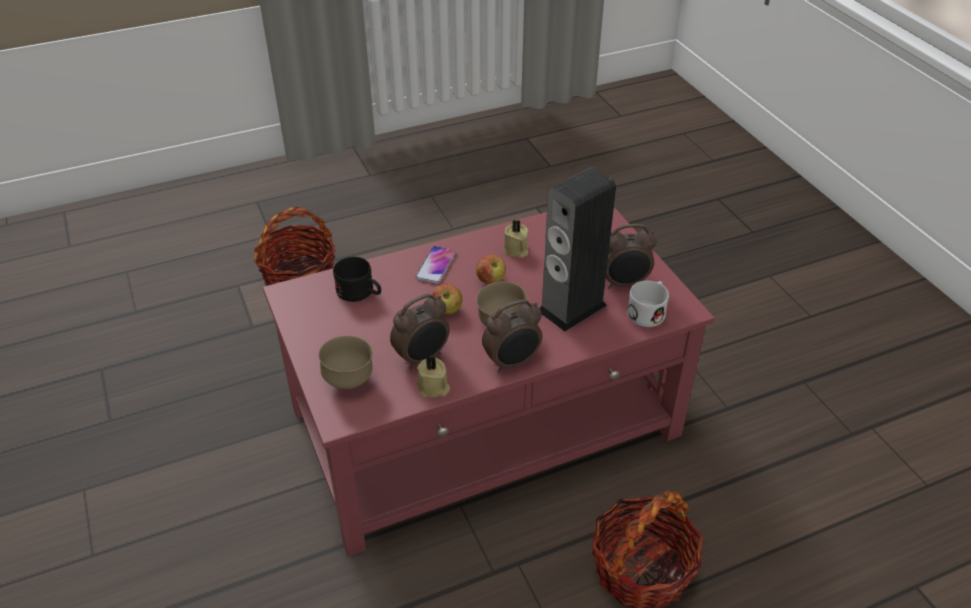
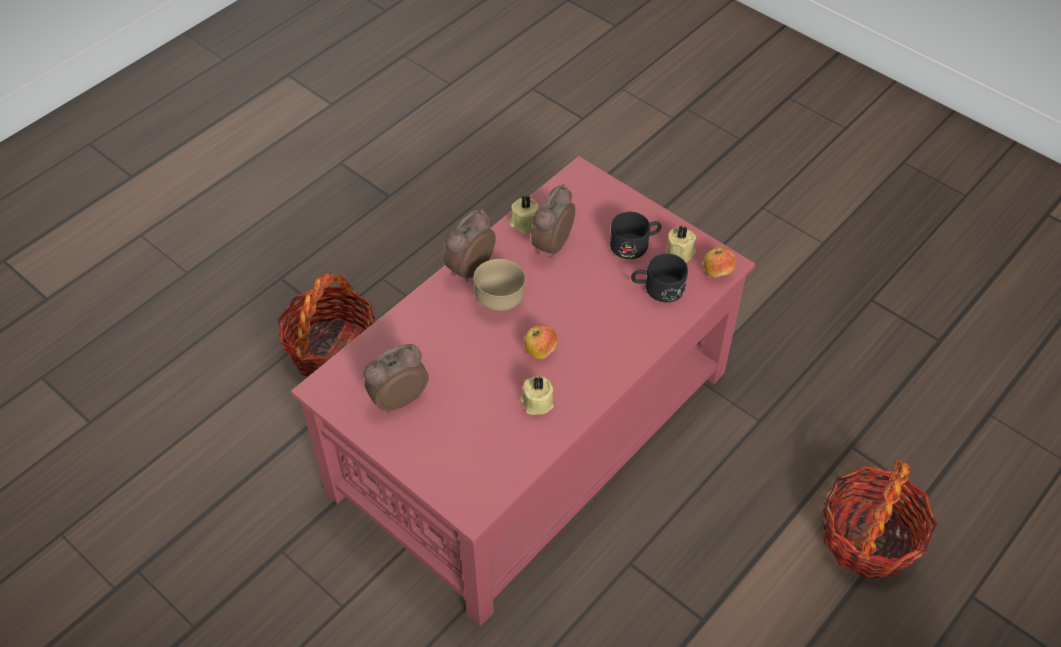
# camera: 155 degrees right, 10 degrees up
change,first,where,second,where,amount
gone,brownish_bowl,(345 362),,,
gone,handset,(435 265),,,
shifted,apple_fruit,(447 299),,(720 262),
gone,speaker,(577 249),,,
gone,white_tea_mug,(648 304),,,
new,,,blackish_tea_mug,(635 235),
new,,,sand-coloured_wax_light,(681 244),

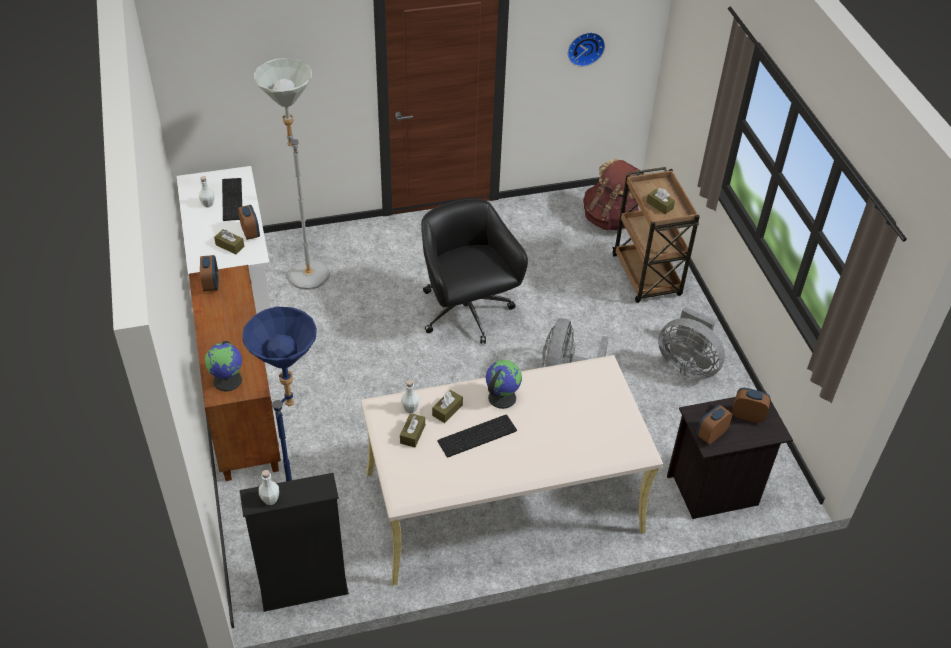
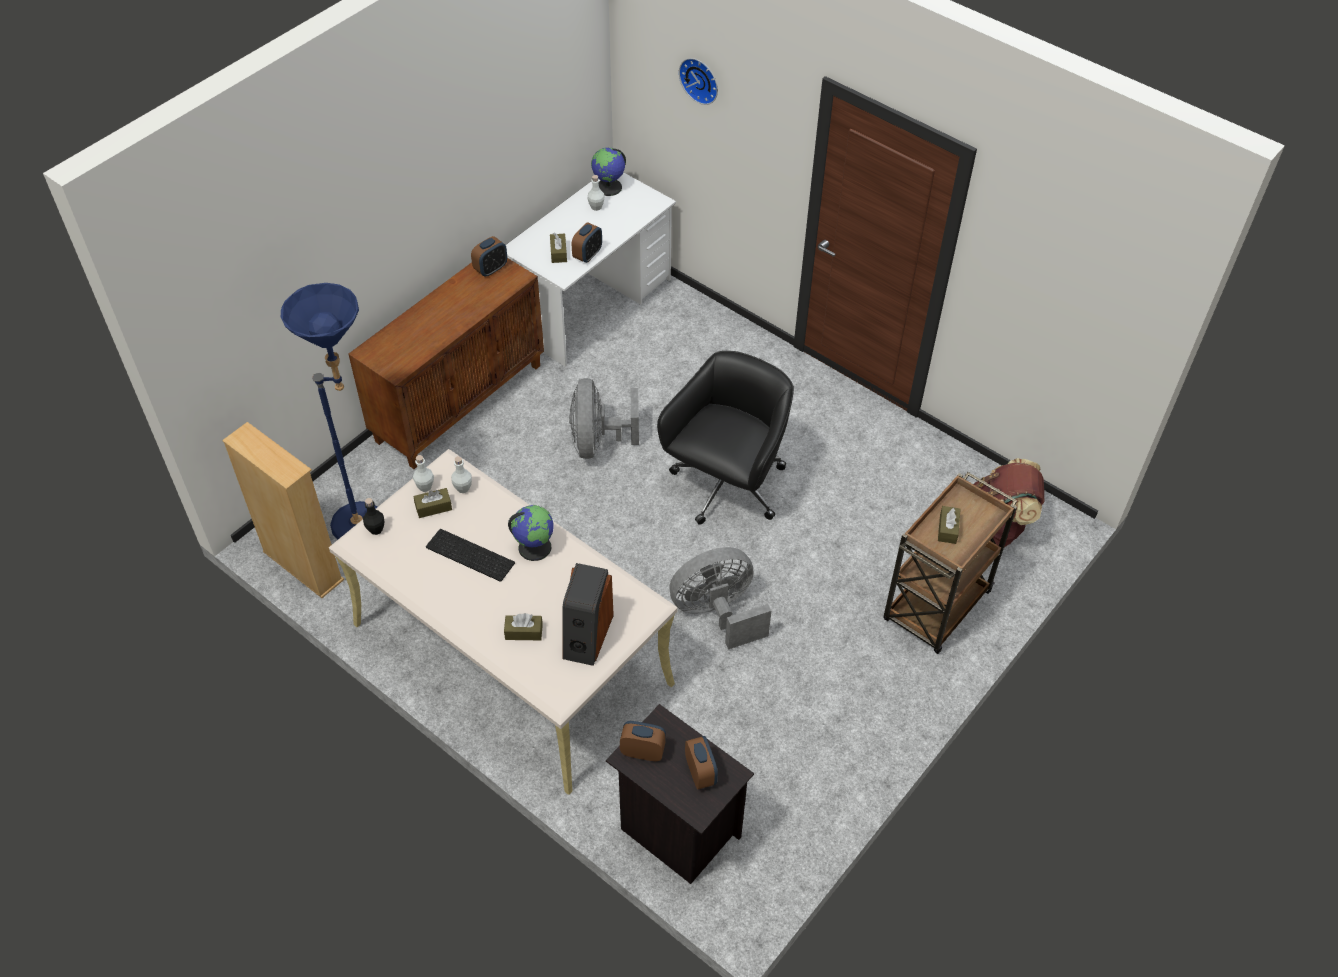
# camera: 55 degrees right, 5 degrees up
change,first,where,second,where,amount
shifted,desk_globe,(223 366),,(608 172),
gone,computer_keyboard,(232 199),,,
repainted,blackish_bookshelf,(294 542),sand-coloured_bookshelf,(283 510),
gone,greyish_floor_lamp,(292 174),,,
shifted,white_bottle,(269 487),,(423 473),
shifted,brownish_tissue_box,(447 406),,(523 626),
shifted,hanging_clock,(586 49),,(698 81),
shifted,greyish_cooling_fan,(691 343),,(604 418),
new,,,blackish_bottle,(373 516),
new,,,speaker,(588 614),

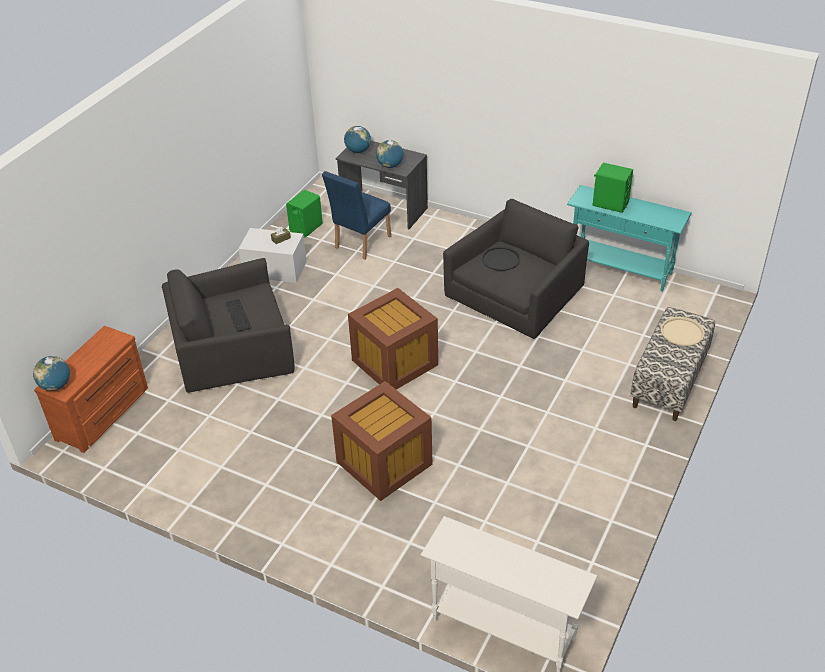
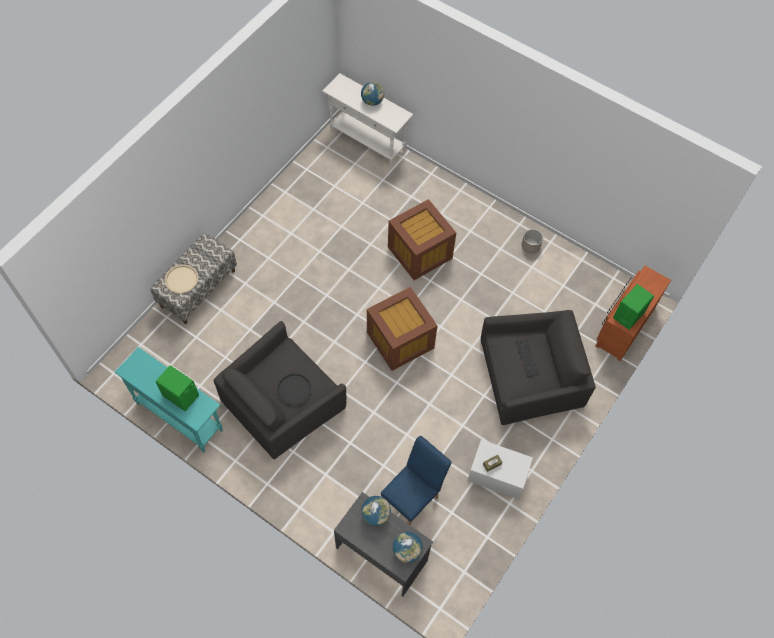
# camera: 175 degrees left, 20 degrees up
change,first,where,second,where,amount
shifted,desk_globe,(51 373),,(372 94),
shifted,green-coloured_speaker,(304 214),,(633 307),
new,,,planter,(532 241),

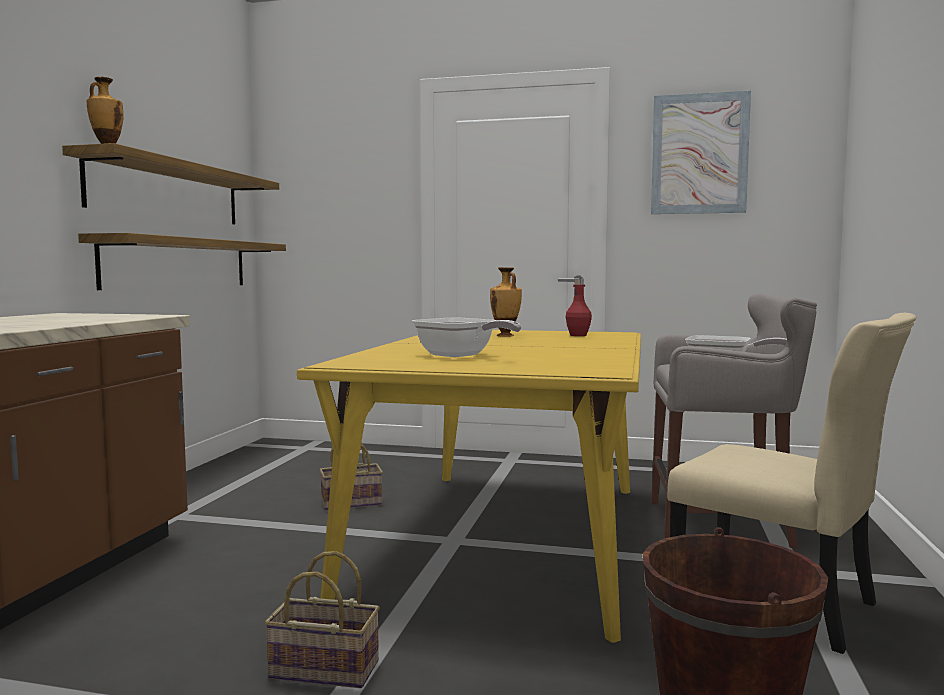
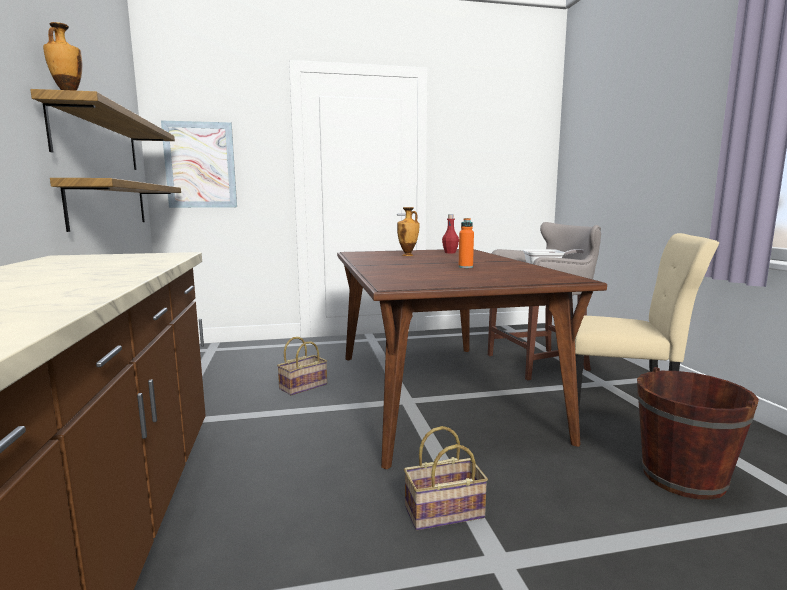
# camera: 25 degrees left, 5 degrees up
change,first,where,second,where,amount
repainted,yellow-coloured_kitchen_table,(469 486),brownish_kitchen_table,(472 359),
gone,pan,(467 338),,,
shifted,picture,(701 152),,(199 164),
new,,,orange-coloured_bottle,(466 243),

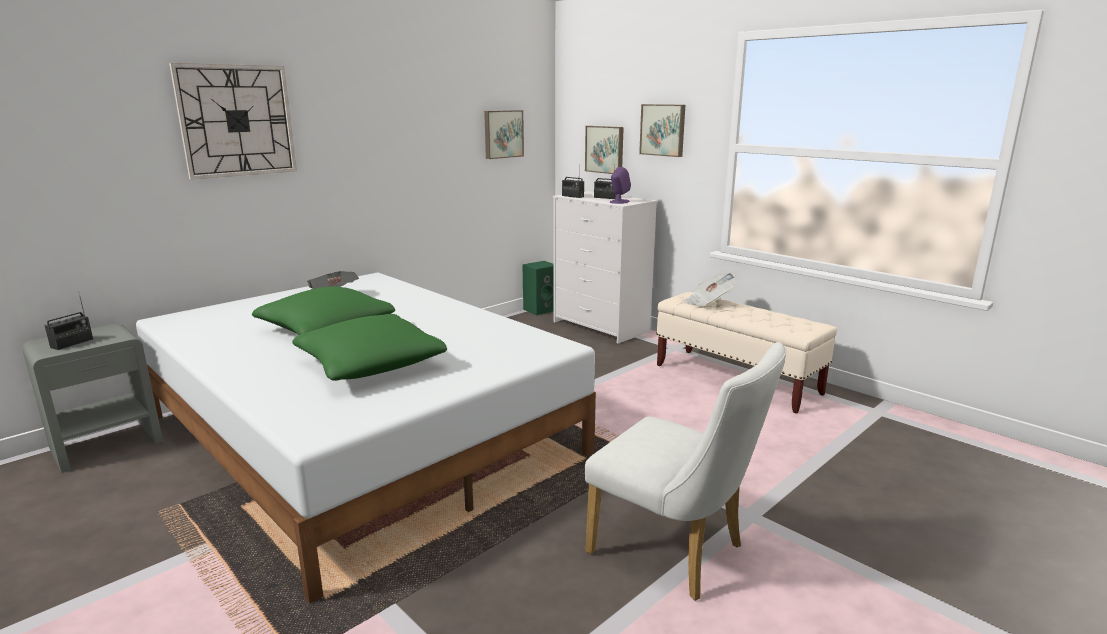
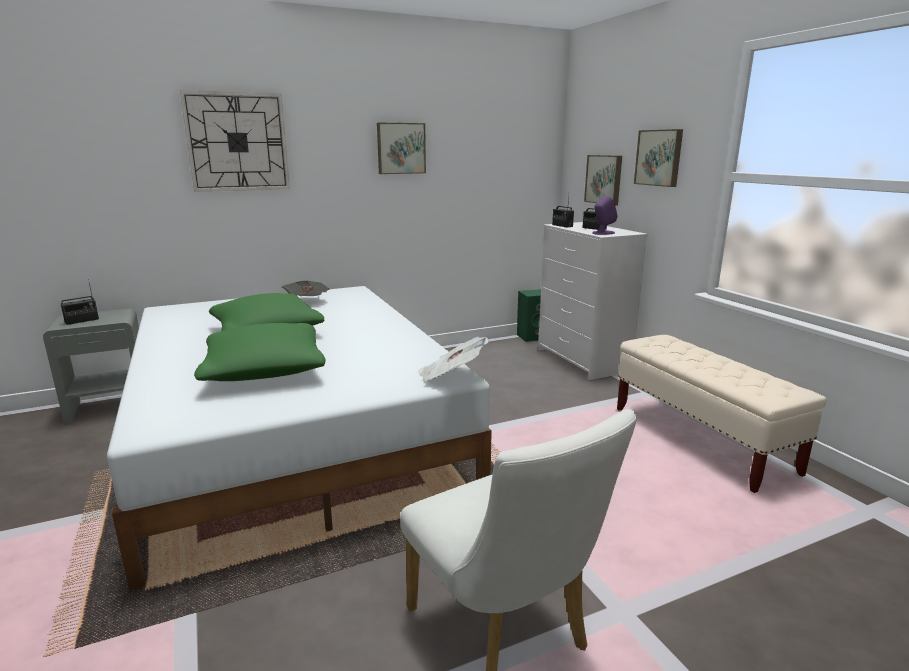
# camera: 20 degrees right, 0 degrees up
change,first,where,second,where,amount
shifted,picture,(504 134),,(401 148),
shifted,daily_paper,(710 290),,(453 359),

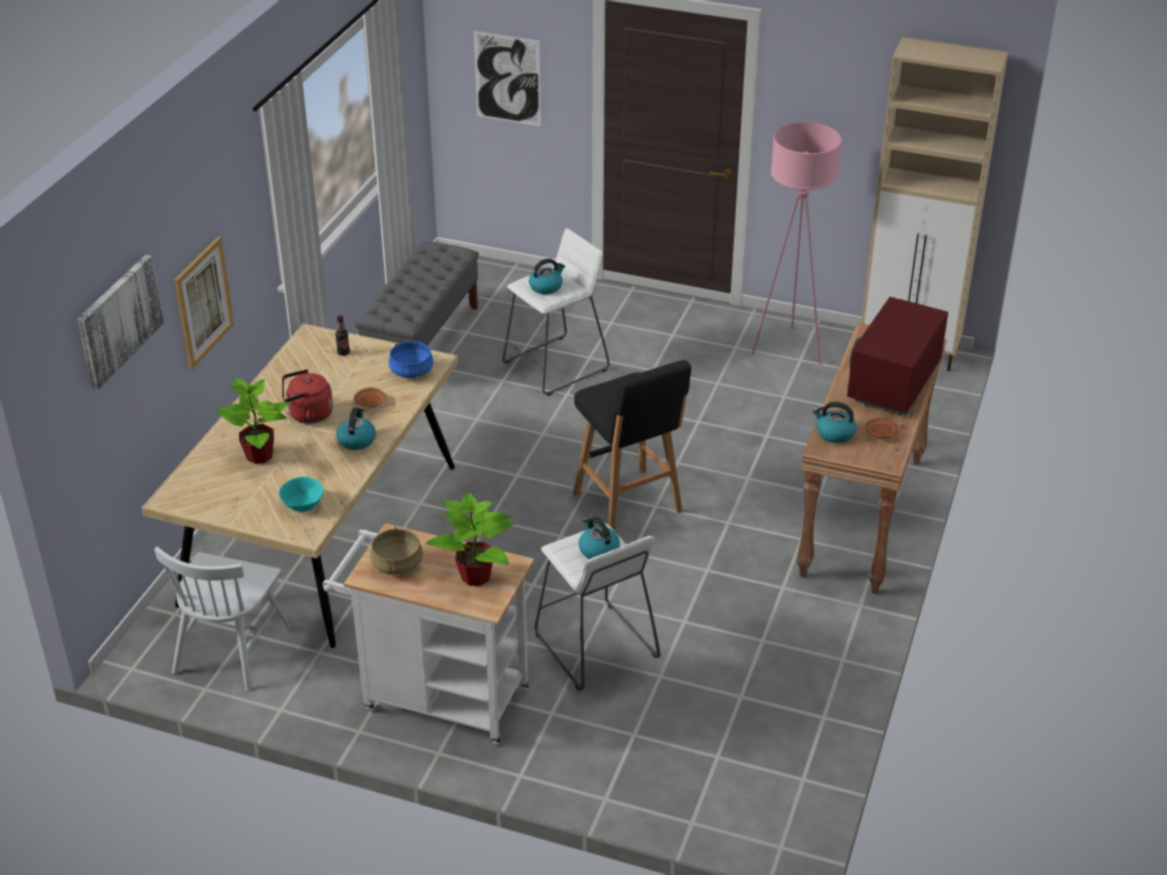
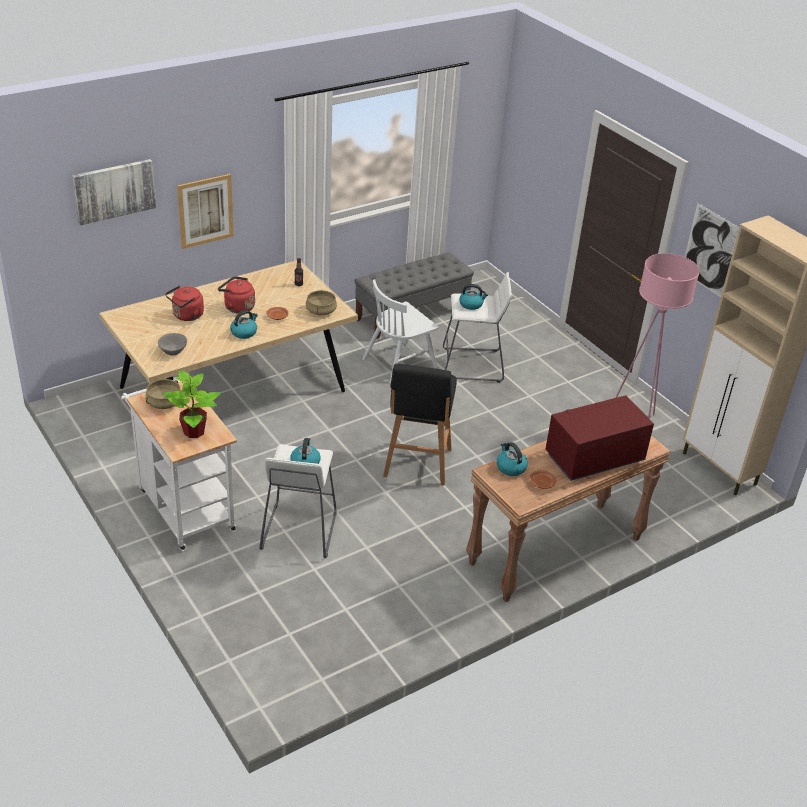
# camera: 35 degrees right, 0 degrees up
change,first,where,second,where,amount
shifted,white_chair,(222 618),,(400 331),
swapped,houseplant,(252 421),reddish_tea_kettle,(184 303),
repainted,turquoise_bowl,(301 494),greyish_bowl,(172 344),
repainted,blue-coloured_cooking_pot,(411 359),sand-coloured_cooking_pot,(321 302),
shifted,picture,(507 79),,(712 250),

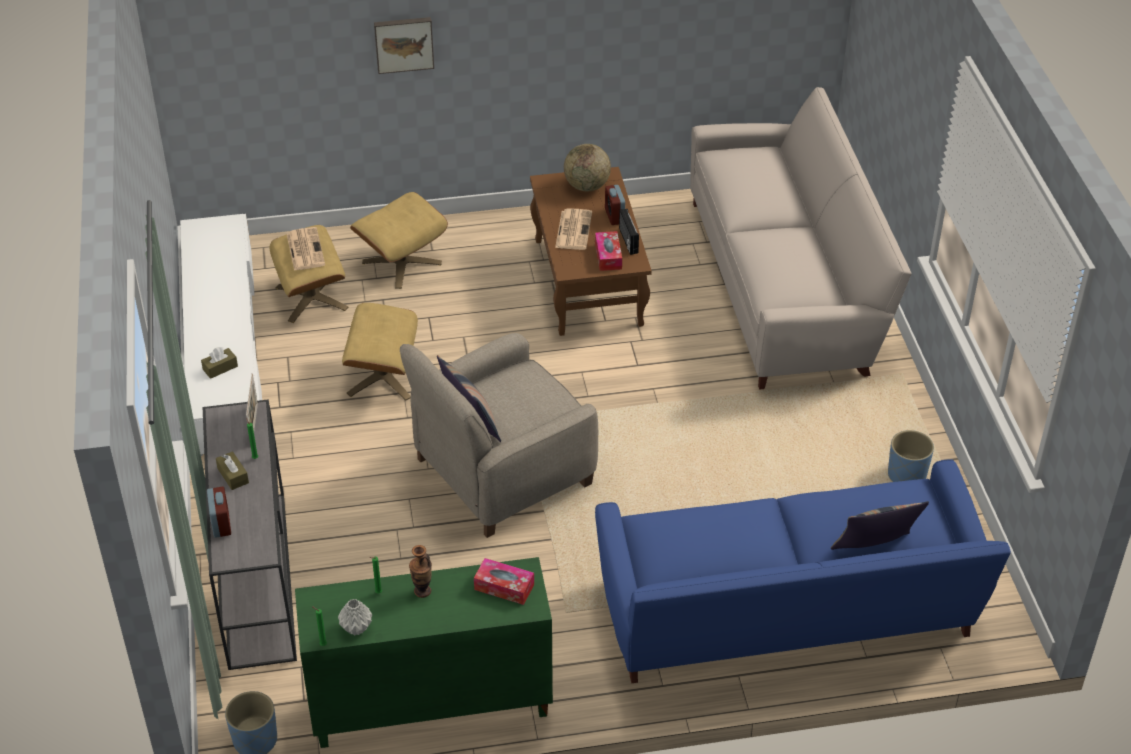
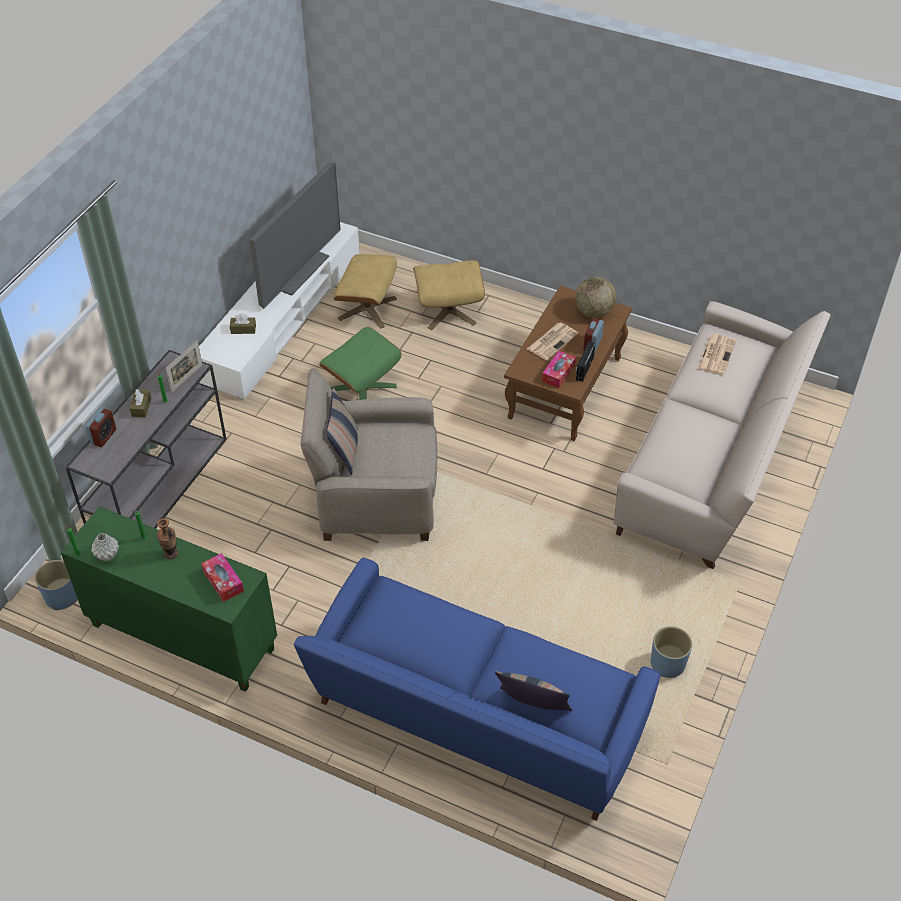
# camera: 35 degrees right, 5 degrees up
change,first,where,second,where,amount
shifted,daily_paper,(306 249),,(716 354),
repainted,sand-coloured_pouffe,(380 352),green-coloured_pouffe,(360 363),
gone,picture,(404 45),,,
new,,,TV_set,(295 235),

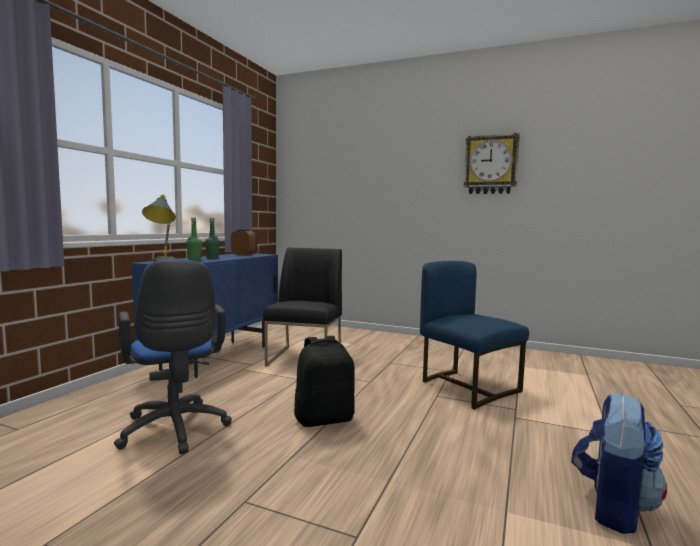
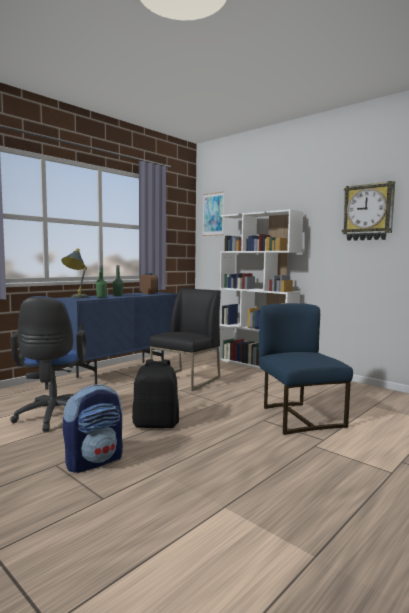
# camera: 20 degrees right, 0 degrees up
change,first,where,second,where,amount
shifted,rucksack,(619 463),,(93 428),
new,,,picture,(213 214),
new,,,white_bookshelf,(261 289),

